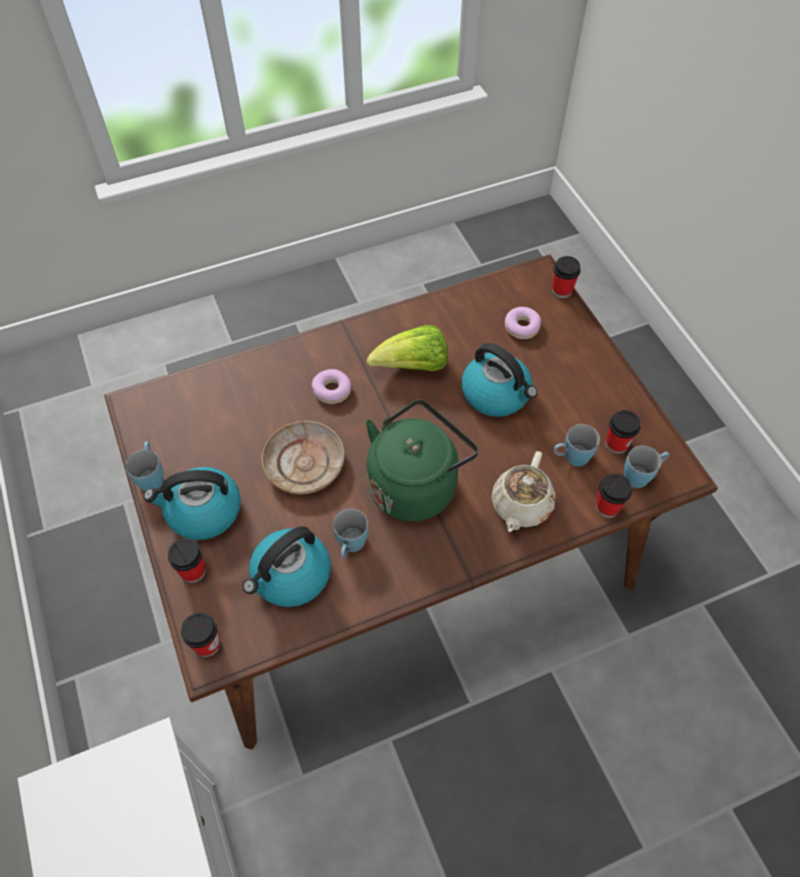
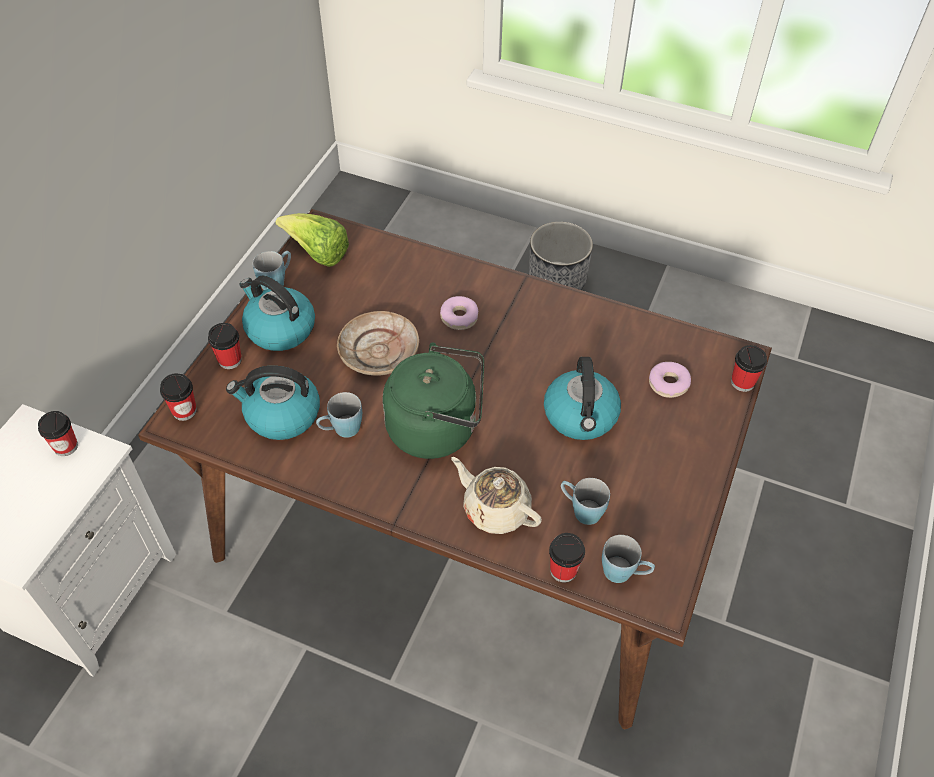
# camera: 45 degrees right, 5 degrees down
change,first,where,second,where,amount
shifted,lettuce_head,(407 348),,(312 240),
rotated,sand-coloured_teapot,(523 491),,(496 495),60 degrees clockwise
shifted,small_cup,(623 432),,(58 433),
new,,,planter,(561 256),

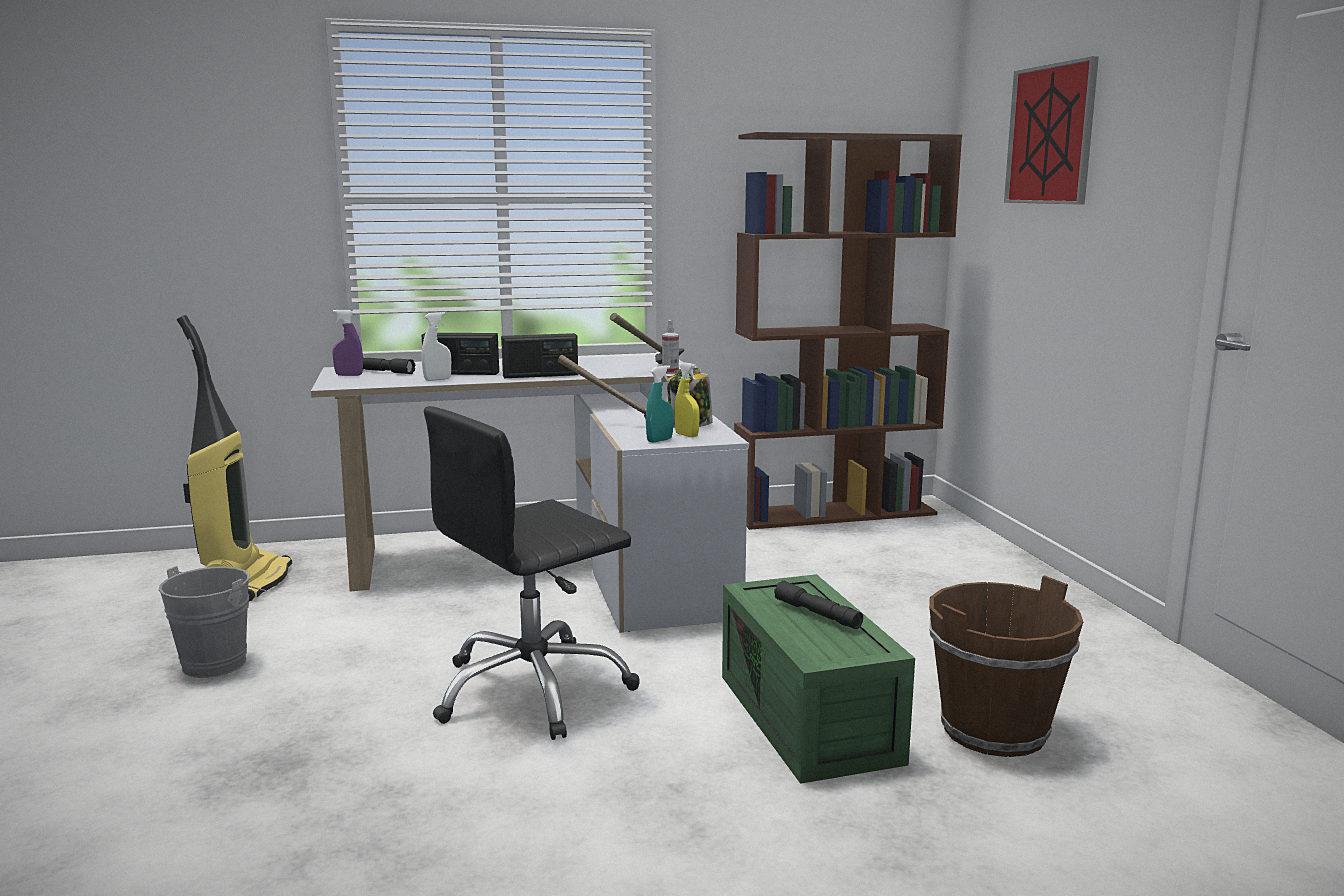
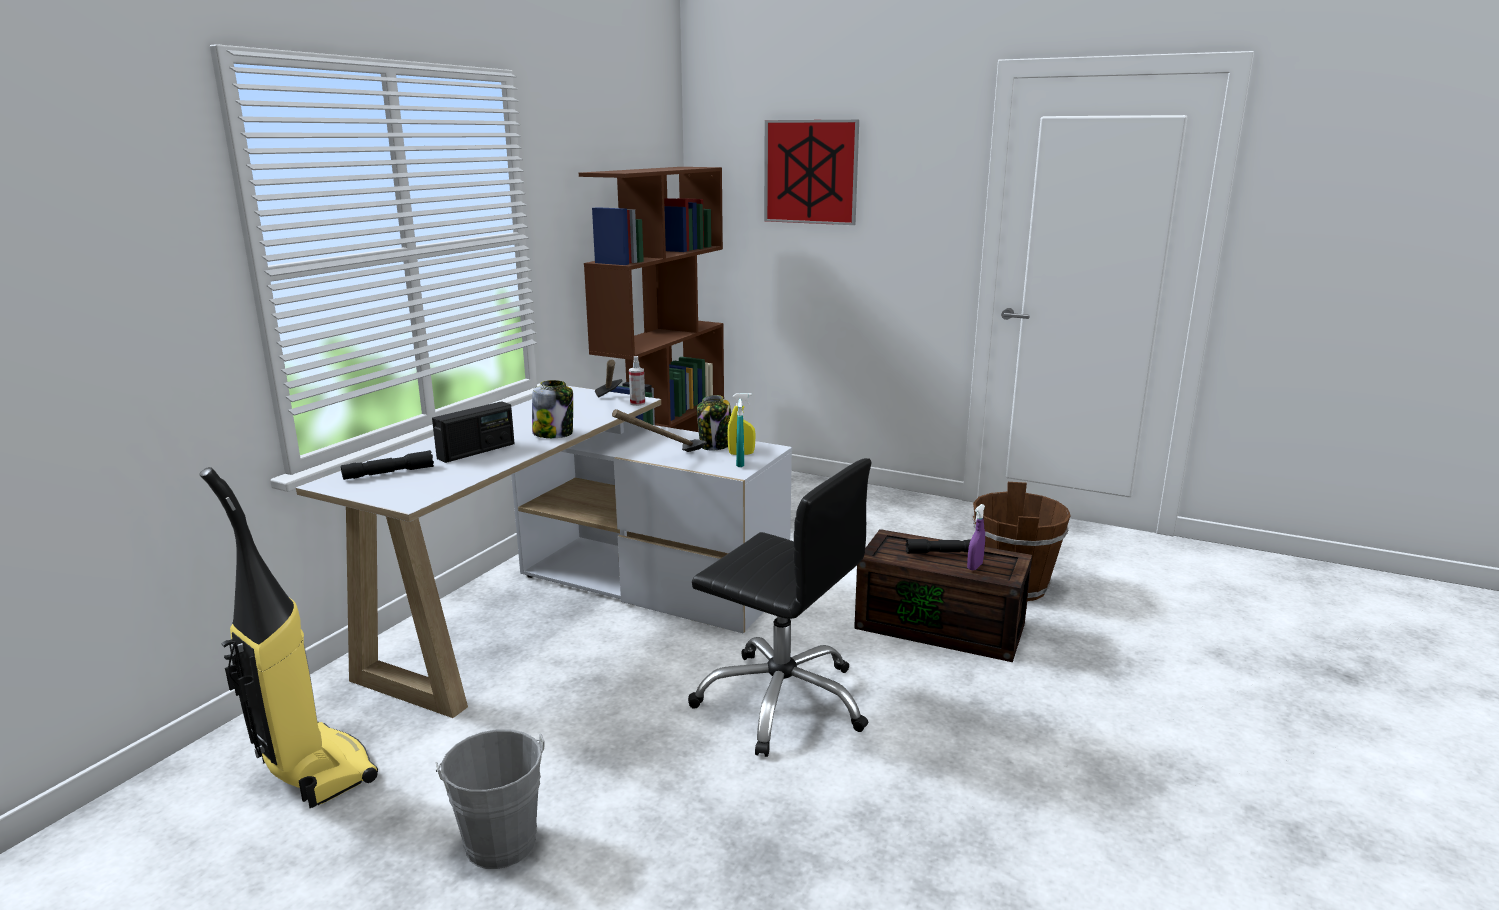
# camera: 50 degrees left, 5 degrees up
change,first,where,second,where,amount
shifted,purple-coloured_spray_bottle,(347 343),,(976 537),
gone,white_spray_bottle,(436 346),,,
rotated,blackish_desk_chair,(532 573),,(779 607),60 degrees counterclockwise
swapped,radio_set,(539 355),preserve_jar,(552 409),
repainted,green-coloured_storage_container,(818 679),brownish_storage_container,(943 595),

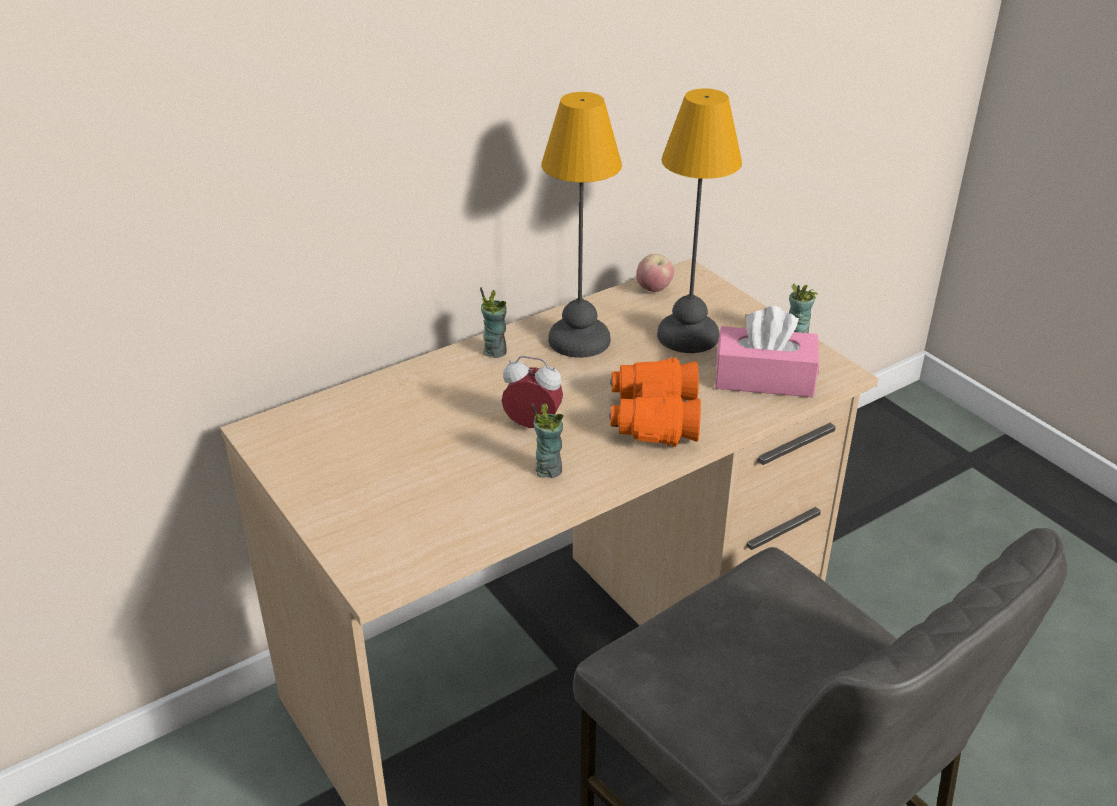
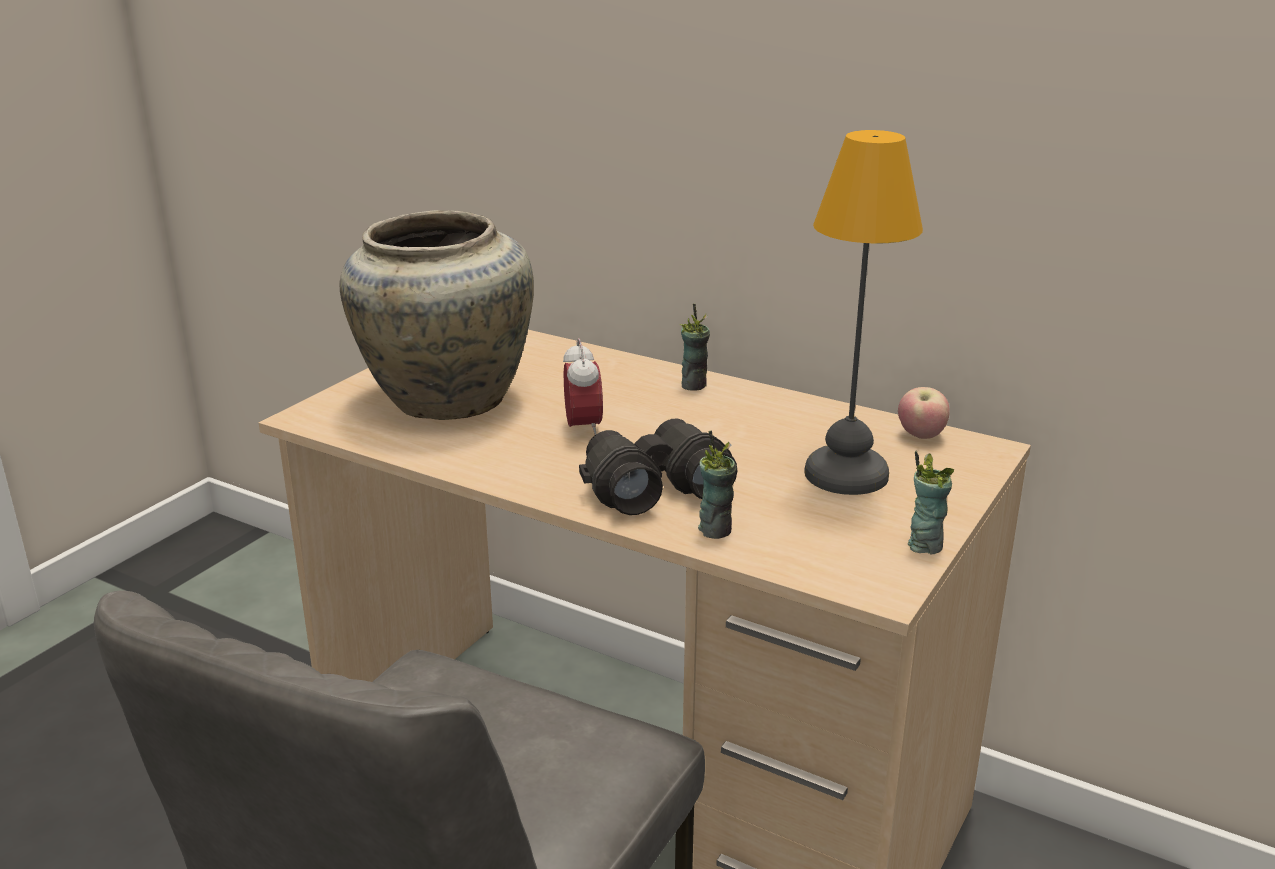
# camera: 65 degrees right, 10 degrees down
change,first,where,second,where,amount
shifted,small_cup,(548 440),,(717 484),
gone,tabletop_lamp,(581 225),,,
repainted,orange-coloured_binoculars,(655 402),blackish_binoculars,(658 466),
gone,pink-coloured_tissue_box,(767 351),,,
new,,,sand-coloured_decorative_vase,(437 315),

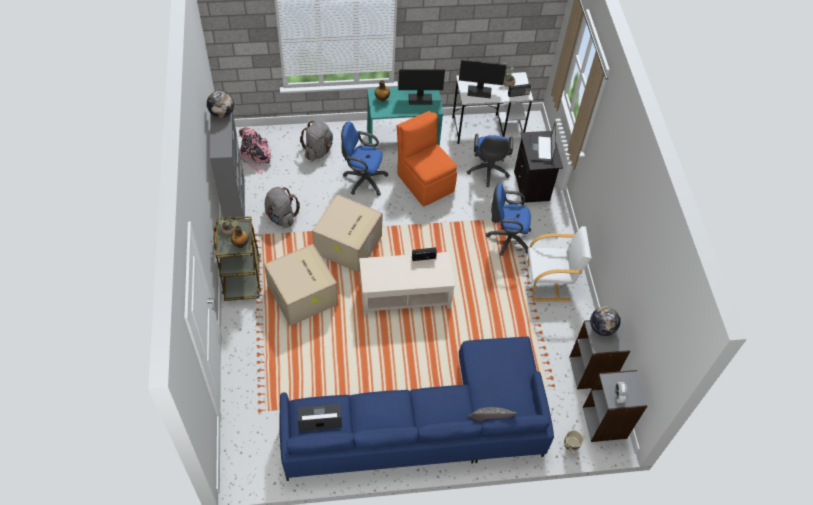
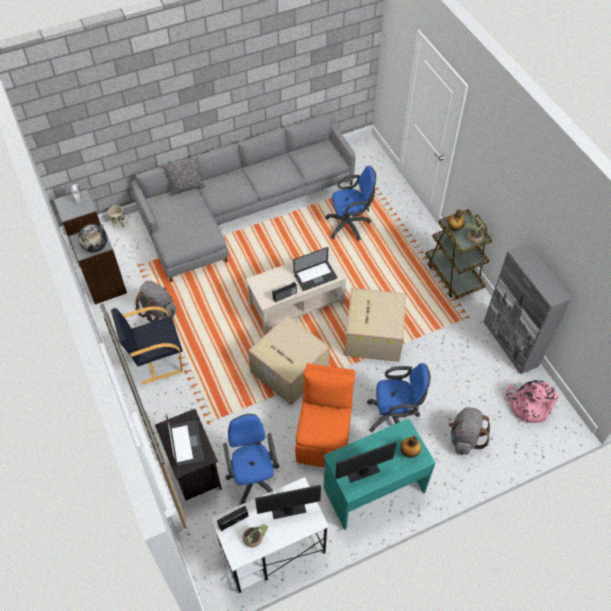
# camera: 165 degrees right, 0 degrees up
change,first,where,second,where,amount
gone,desk_globe,(220 104),,,
shifted,carton,(301 285),,(289 360),
shifted,greyish_rucksack,(282 207),,(155 301),
repainted,blue-coloured_settee,(416 409),greyish_settee,(243 198),
shifted,portable_computer,(319 418),,(315 269),
rotated,orange-coloured_chair,(427 158),,(325 415),120 degrees counterclockwise
shifted,blue-coloured_desk_chair,(508 219),,(350 203),
repainted,white_armchair,(559 264),blackish_armchair,(147 345),

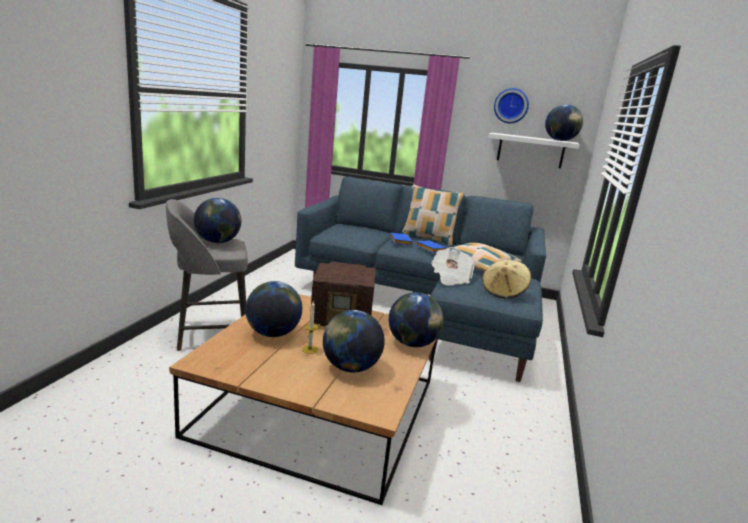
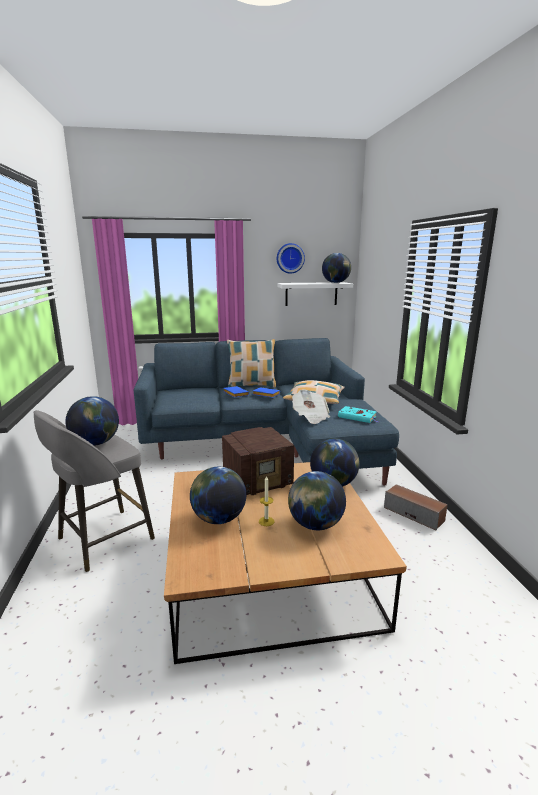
# camera: 25 degrees left, 0 degrees up
change,first,where,second,where,amount
swapped,sand-coloured_wearable_hat,(506 279),turquoise_volume,(358 414),
new,,,speaker,(416 507),

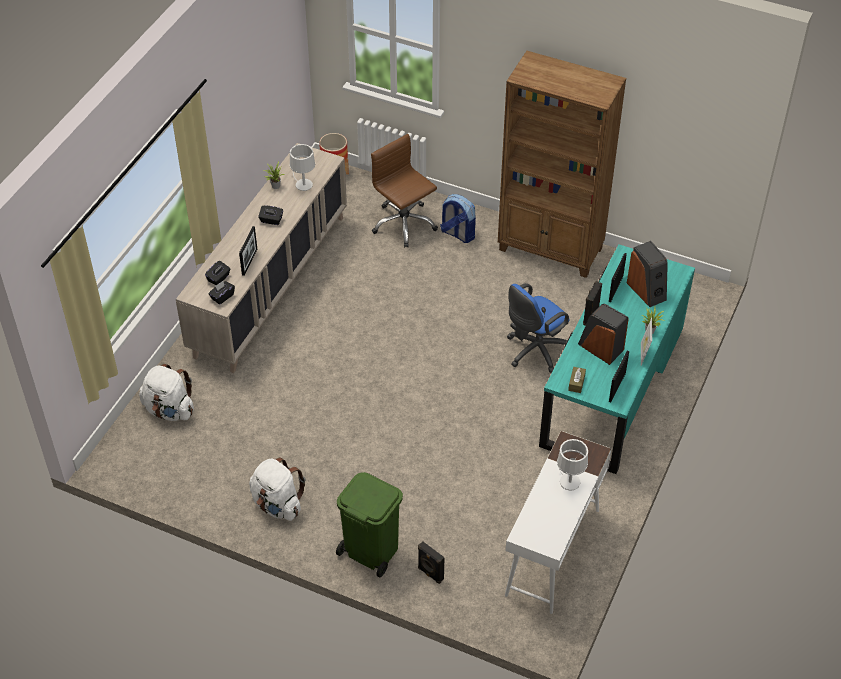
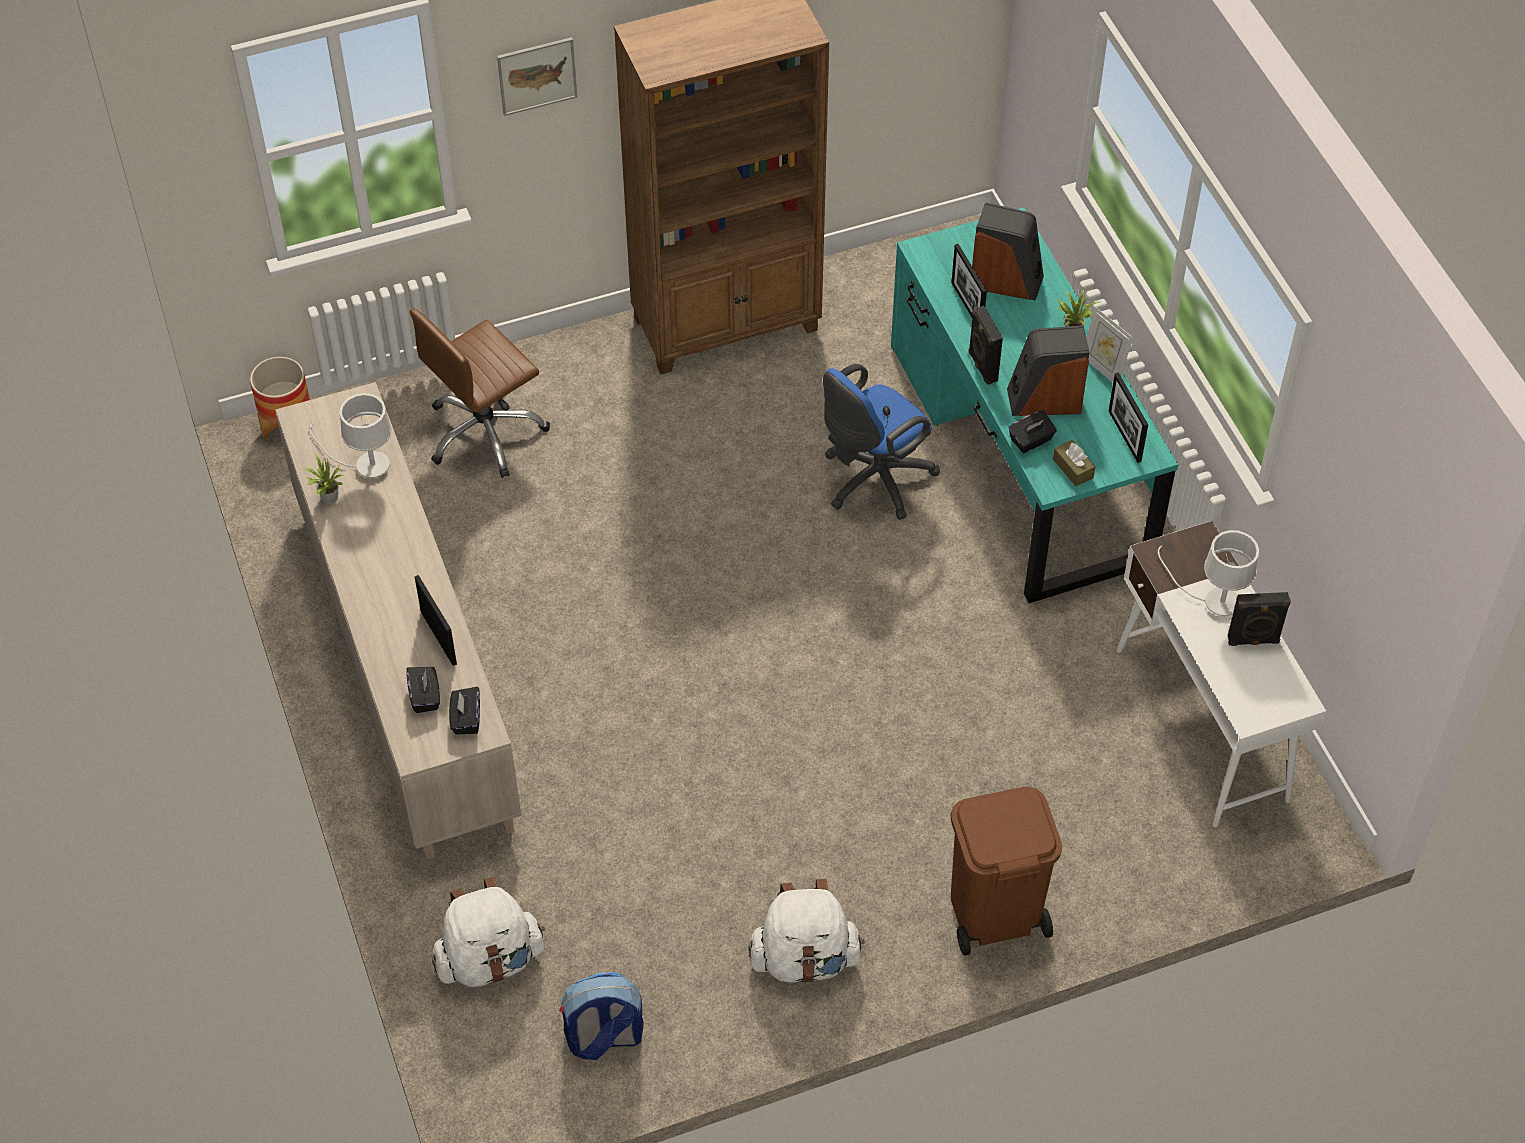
# camera: 45 degrees left, 5 degrees up
change,first,where,second,where,amount
shifted,blackish_tissue_box,(270 215),,(1033 431),
repainted,green-coloured_rubbish_bin,(369 524),brownish_rubbish_bin,(1006 871),
rotated,brownish_desk_chair,(404 191),,(480 393),45 degrees counterclockwise
shifted,blackish_speaker,(431 563),,(1259 619),
shifted,rucksack,(458 218),,(601 1016),
rotated,blue-coloured_desk_chair,(538 328),,(881 442),45 degrees clockwise
new,,,picture,(537 76),

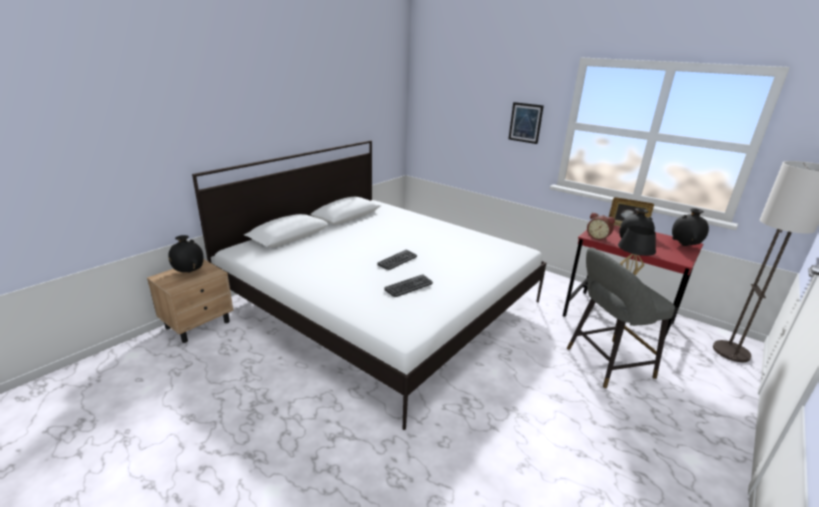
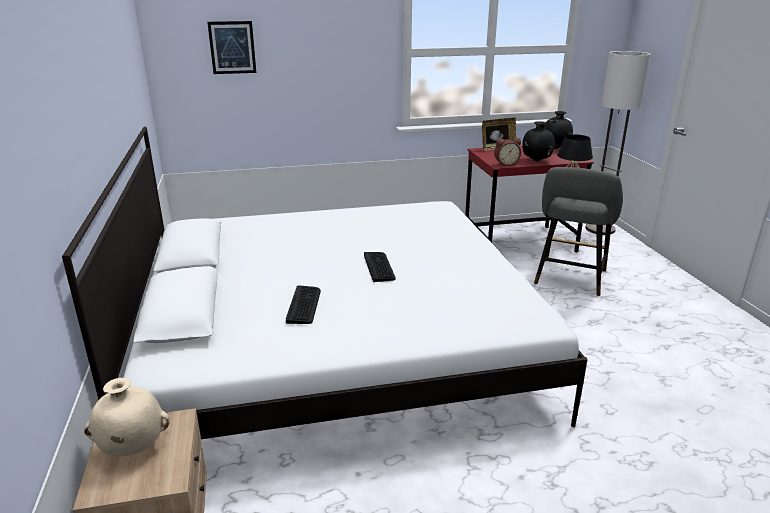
# camera: 50 degrees left, 0 degrees up
change,first,where,second,where,amount
repainted,blackish_decorative_vase,(185 254),sand-coloured_decorative_vase,(127 417),
shifted,computer_keyboard,(409 285),,(303 304),
shifted,picture,(526 123),,(231 47),

